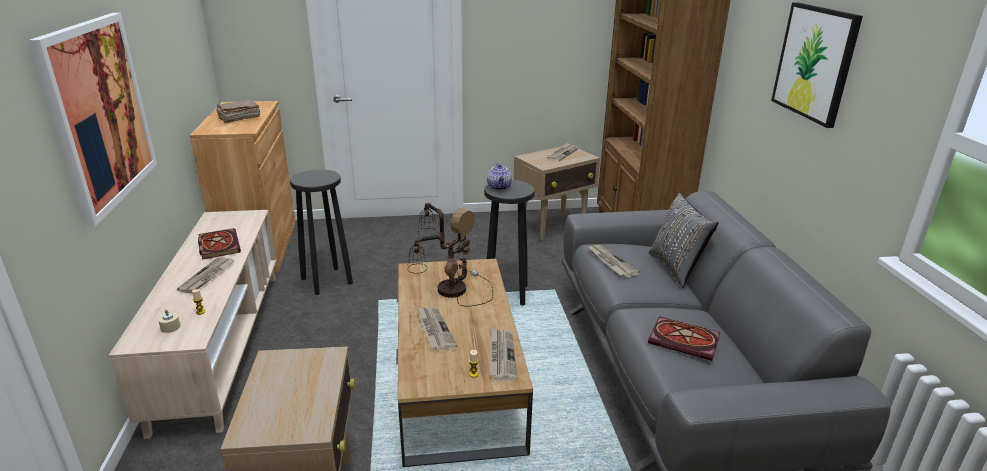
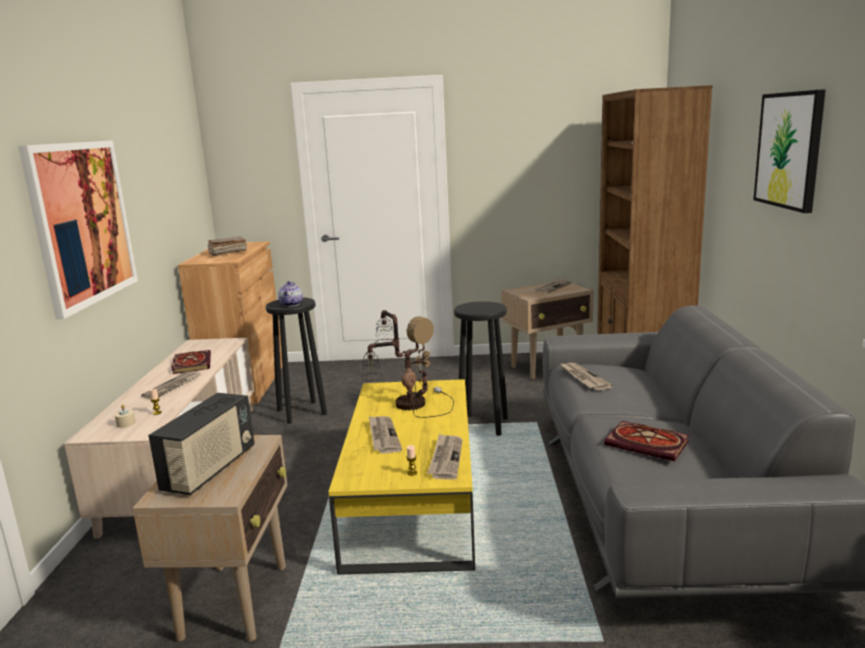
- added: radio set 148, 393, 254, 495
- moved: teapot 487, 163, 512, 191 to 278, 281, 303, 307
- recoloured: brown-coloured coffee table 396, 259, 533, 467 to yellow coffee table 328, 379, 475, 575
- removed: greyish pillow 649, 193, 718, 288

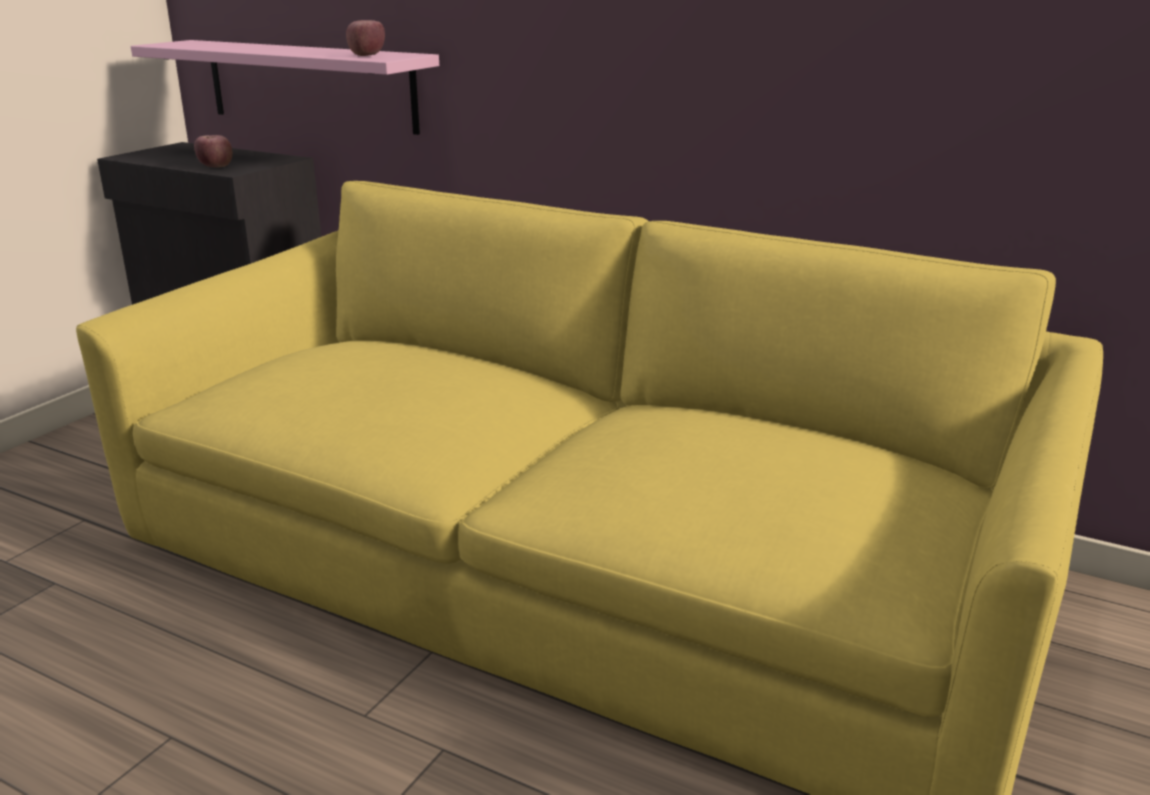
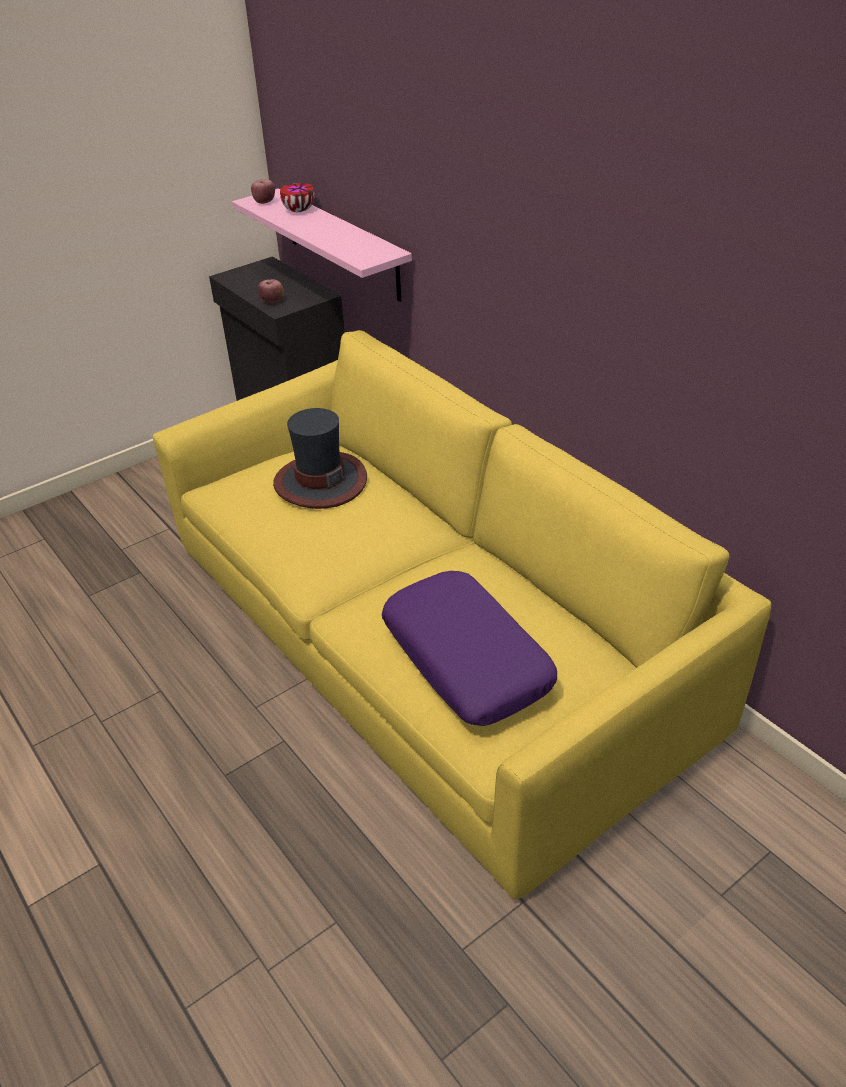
- moved: apple fruit 346, 20, 385, 56 to 251, 179, 275, 204
- added: hat 273, 408, 367, 509
- added: serving bowl 280, 183, 315, 212
- added: purple-coloured pillow 382, 571, 557, 726

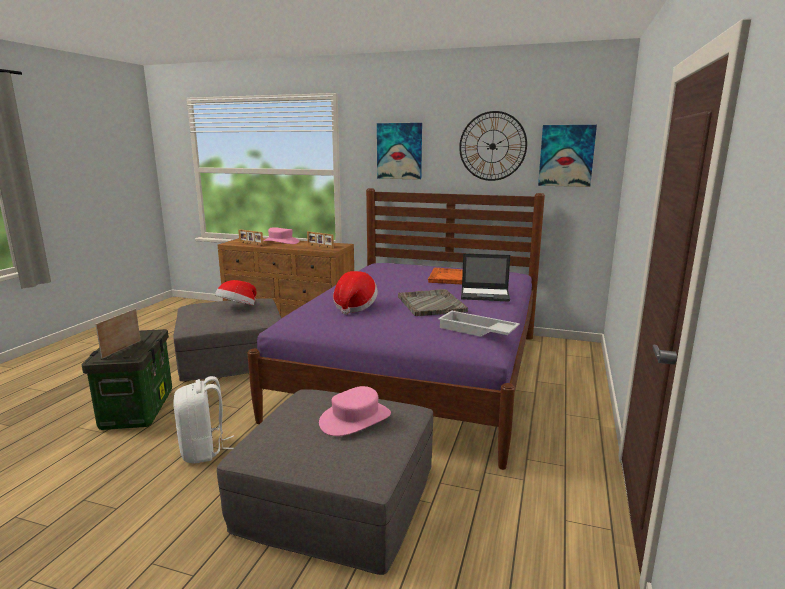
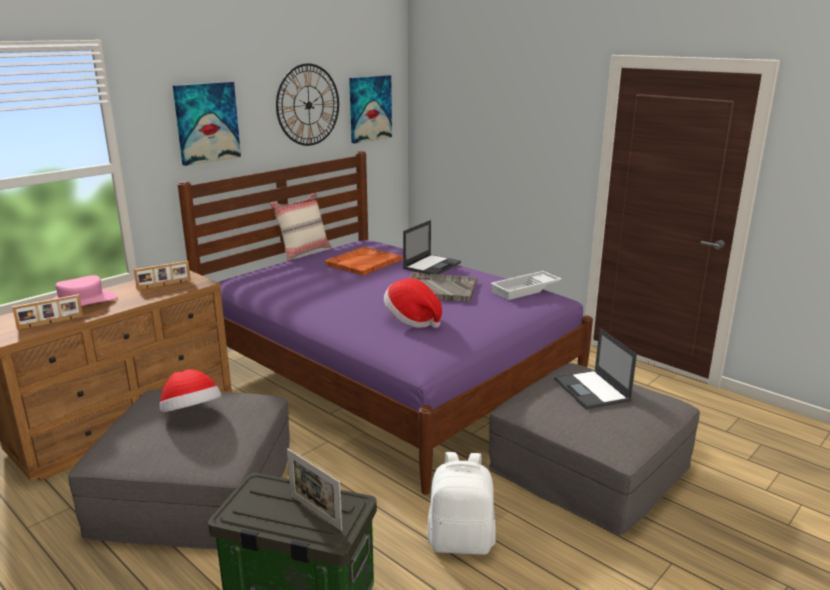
- added: beige-coloured pillow 270, 193, 332, 262
- replaced: pinkish hat 319, 386, 391, 436 to notebook computer 554, 328, 637, 409

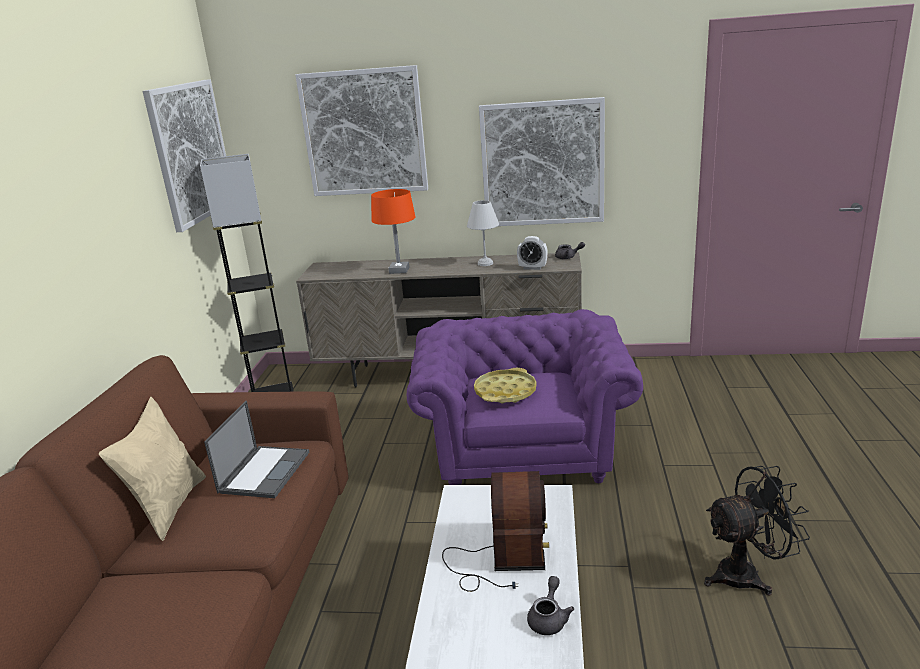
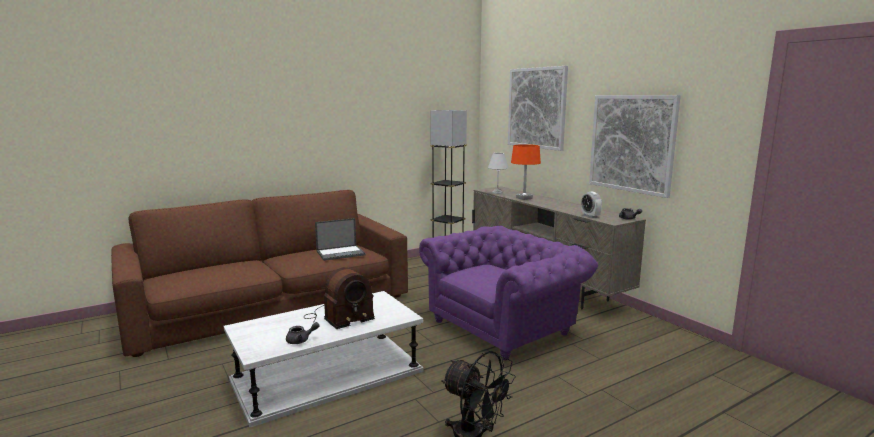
- moved: white table lamp 467, 200, 499, 266 to 488, 153, 508, 194
- removed: beige-coloured pillow 99, 397, 206, 541
- removed: wall art 142, 79, 226, 232
- removed: yellow carrying tray 474, 368, 537, 403

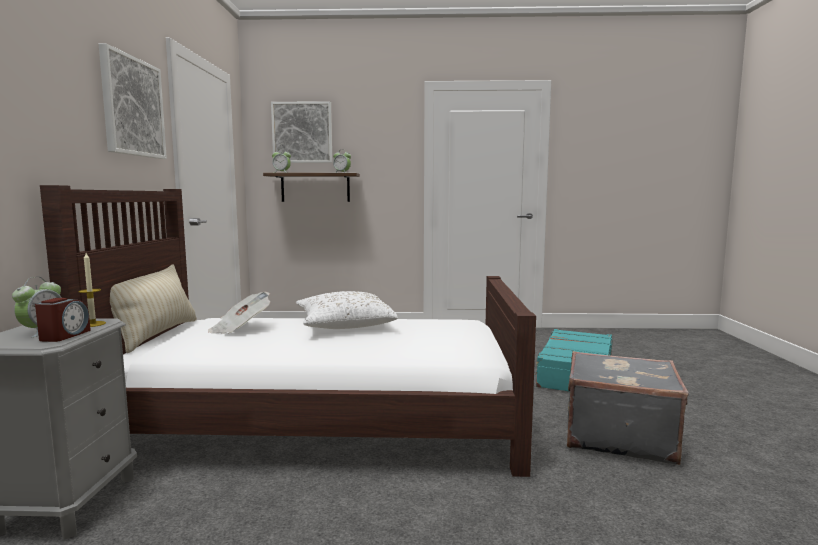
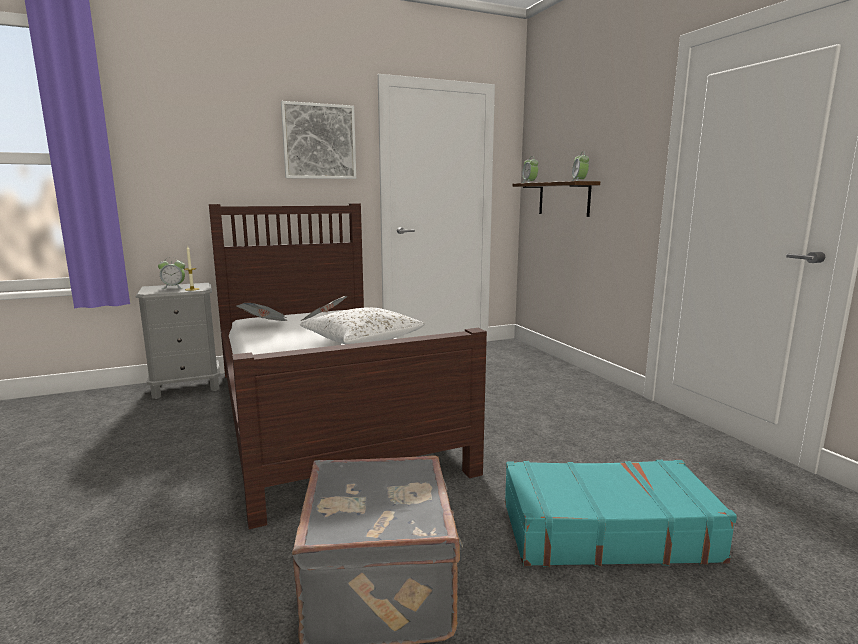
- added: daily paper 236, 303, 287, 321
- removed: bedside clock 35, 298, 91, 342
- removed: beige-coloured pillow 110, 265, 197, 353
- removed: wall art 271, 101, 332, 163

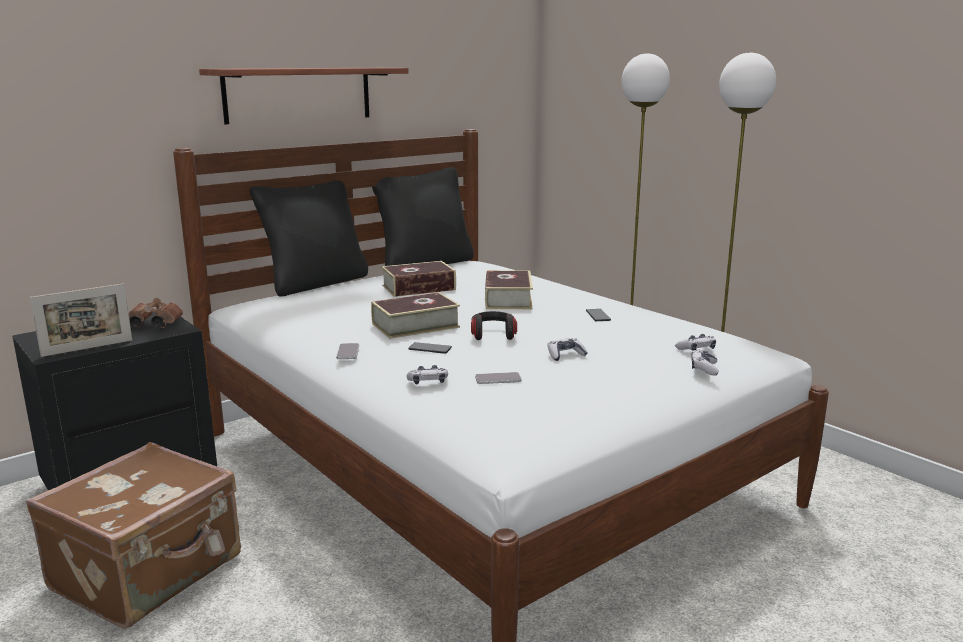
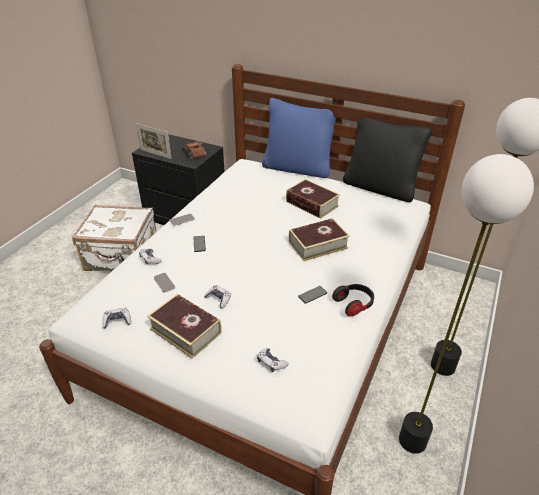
- recoloured: brown-coloured piece of luggage 26, 442, 241, 629 to white piece of luggage 72, 205, 157, 272
- moved: game controller 691, 350, 719, 375 to 102, 308, 131, 328
- moved: book 371, 292, 460, 339 to 147, 294, 222, 359
- recoloured: blackish pillow 249, 180, 368, 296 to bluish pillow 262, 98, 336, 178
- moved: headset 471, 311, 517, 340 to 332, 284, 374, 316
- removed: bracket shelf 199, 68, 409, 124

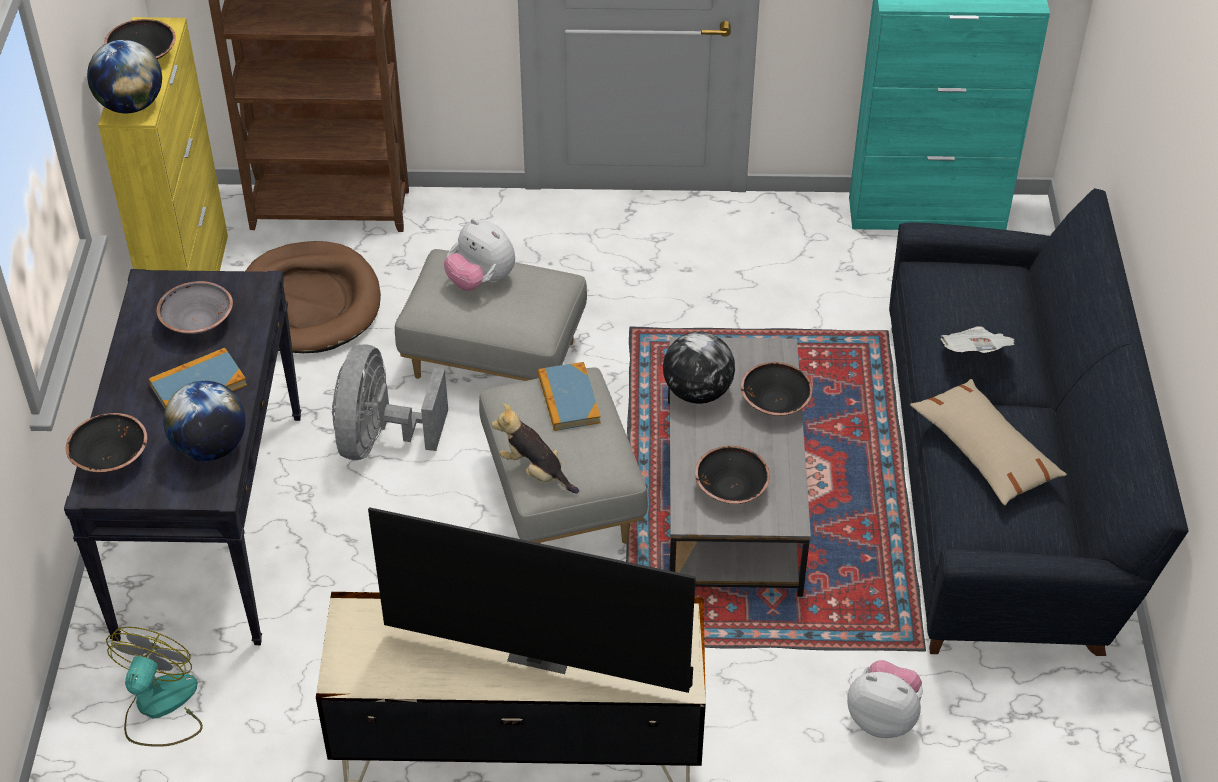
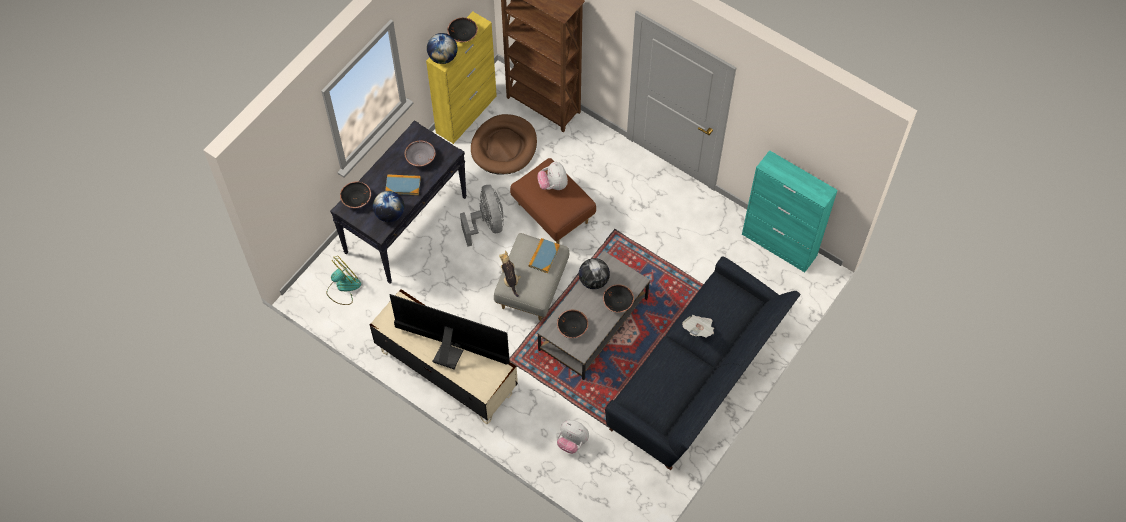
- turned: TV set 368, 507, 696, 693 = 390, 294, 510, 370 150 degrees clockwise
- turned: greyish cooling fan 332, 345, 448, 460 = 460, 185, 504, 247 120 degrees clockwise
- recoloured: greyish pouffe 395, 249, 587, 381 to brown-coloured pouffe 510, 158, 596, 244
- turned: plush toy 847, 660, 923, 738 = 557, 420, 589, 454 150 degrees clockwise
- removed: beige-coloured pillow 910, 379, 1067, 506

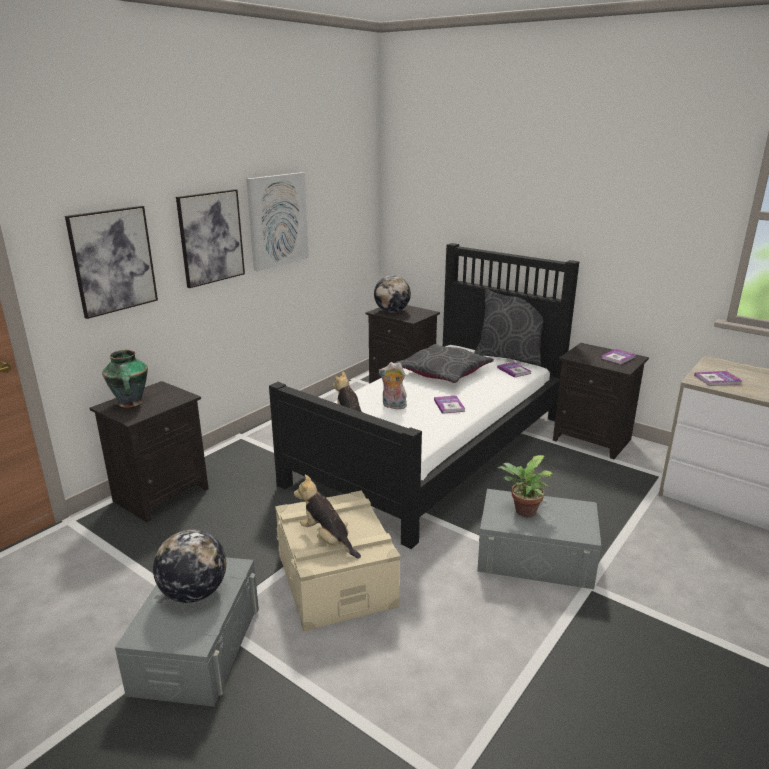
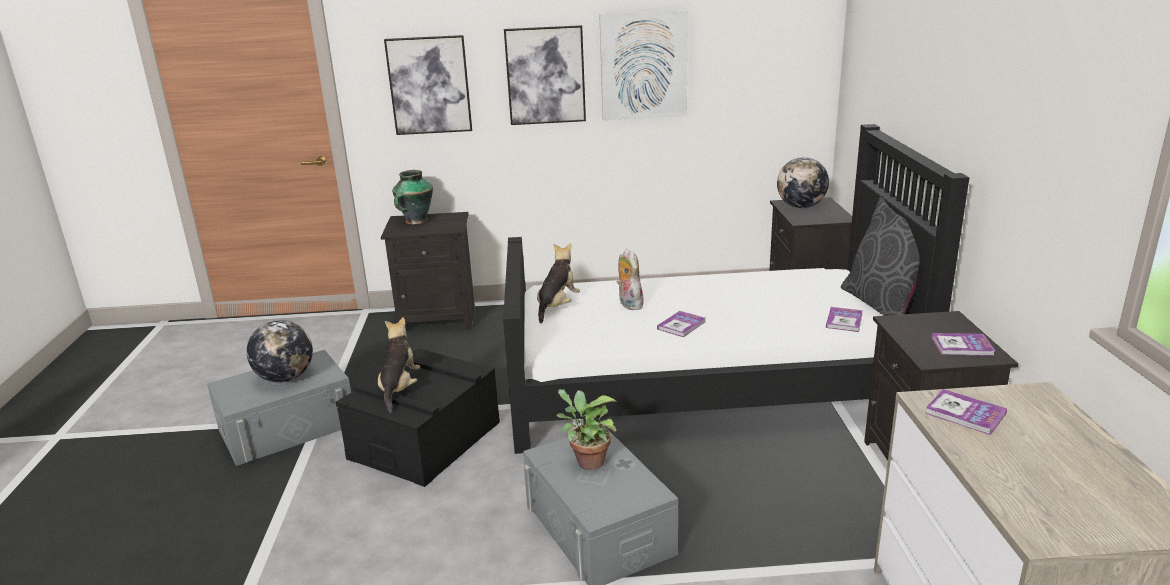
- recoloured: beige-coloured storage bin 275, 491, 401, 632 to blackish storage bin 336, 348, 500, 487
- removed: greyish pillow 395, 344, 494, 383

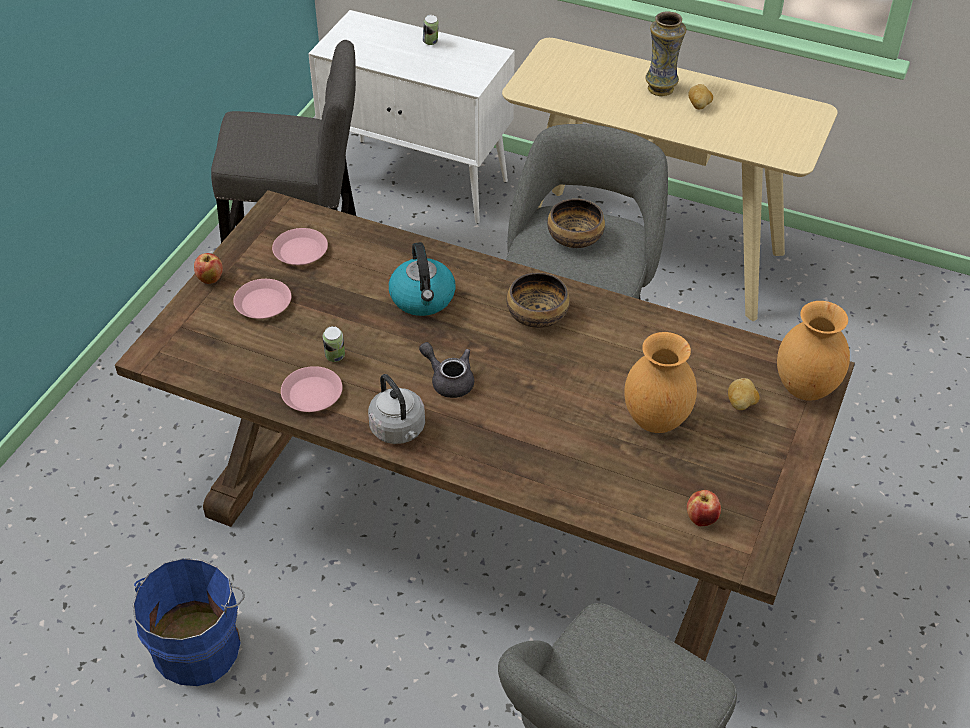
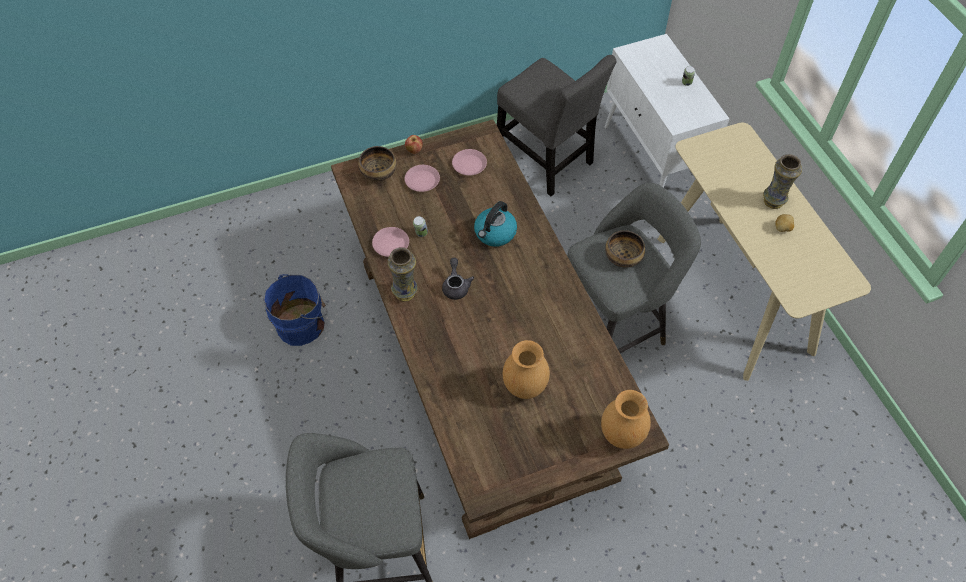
- moved: serving bowl 507, 273, 570, 328 to 358, 146, 397, 181
- replaced: greyish kettle 368, 374, 425, 444 to flower vase 387, 247, 418, 302
- removed: apple fruit 687, 490, 721, 526
- removed: potato 728, 378, 760, 410

